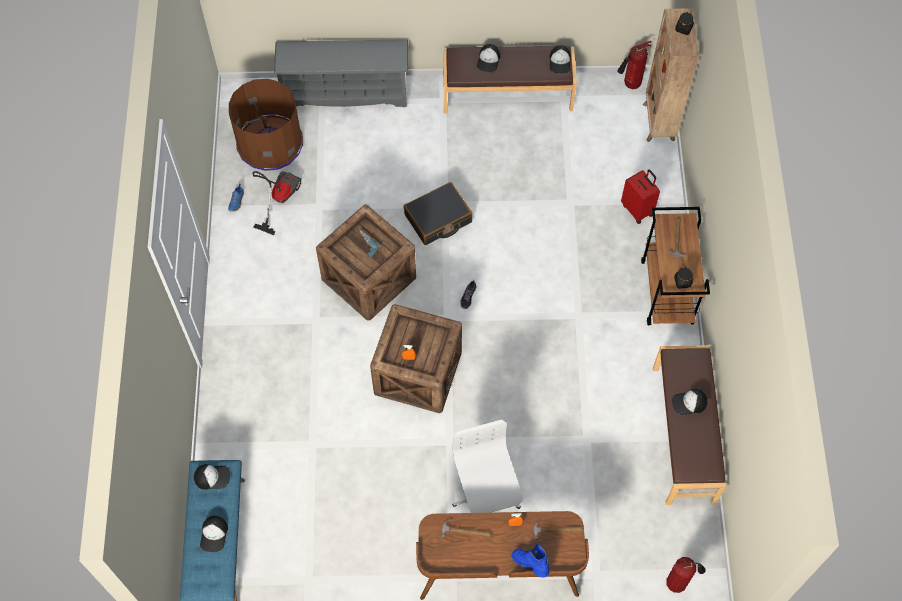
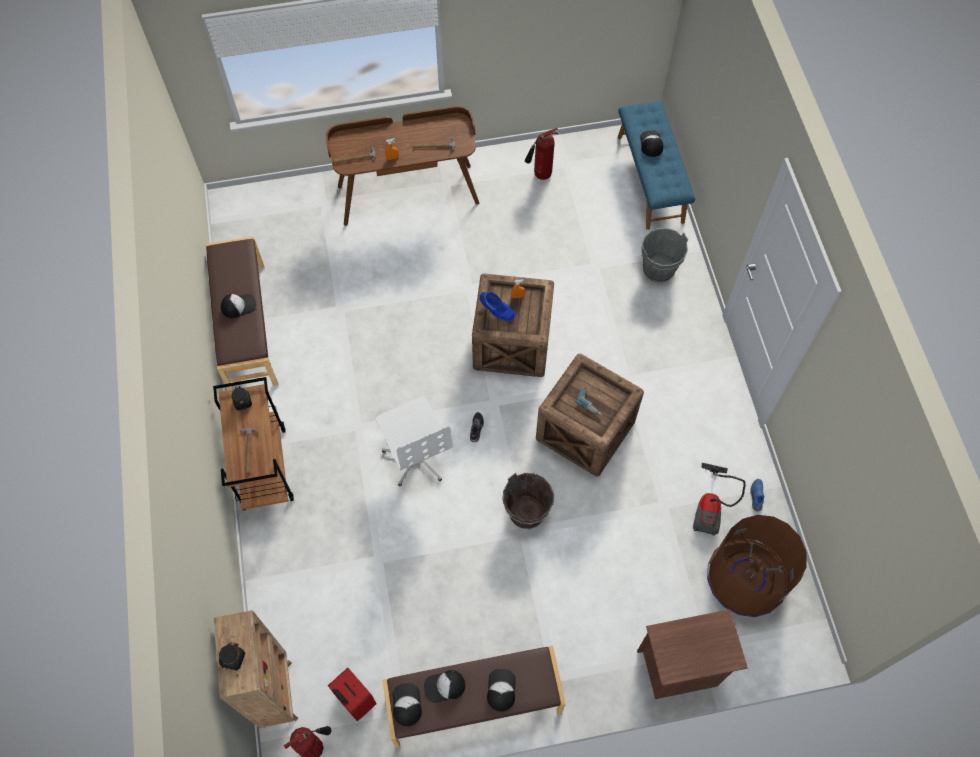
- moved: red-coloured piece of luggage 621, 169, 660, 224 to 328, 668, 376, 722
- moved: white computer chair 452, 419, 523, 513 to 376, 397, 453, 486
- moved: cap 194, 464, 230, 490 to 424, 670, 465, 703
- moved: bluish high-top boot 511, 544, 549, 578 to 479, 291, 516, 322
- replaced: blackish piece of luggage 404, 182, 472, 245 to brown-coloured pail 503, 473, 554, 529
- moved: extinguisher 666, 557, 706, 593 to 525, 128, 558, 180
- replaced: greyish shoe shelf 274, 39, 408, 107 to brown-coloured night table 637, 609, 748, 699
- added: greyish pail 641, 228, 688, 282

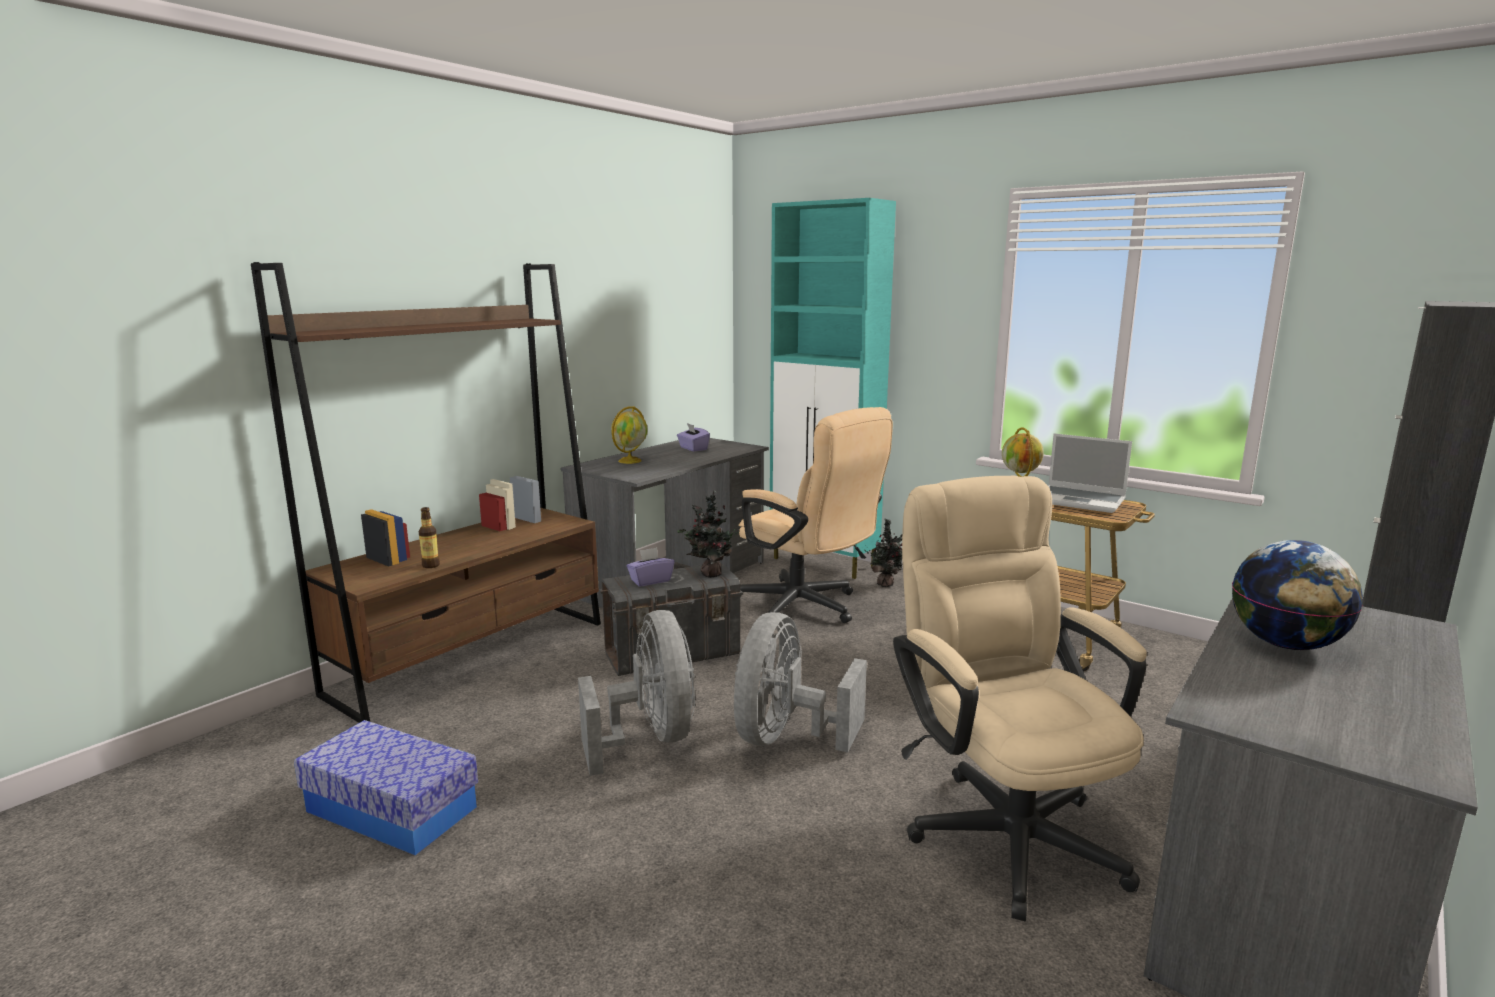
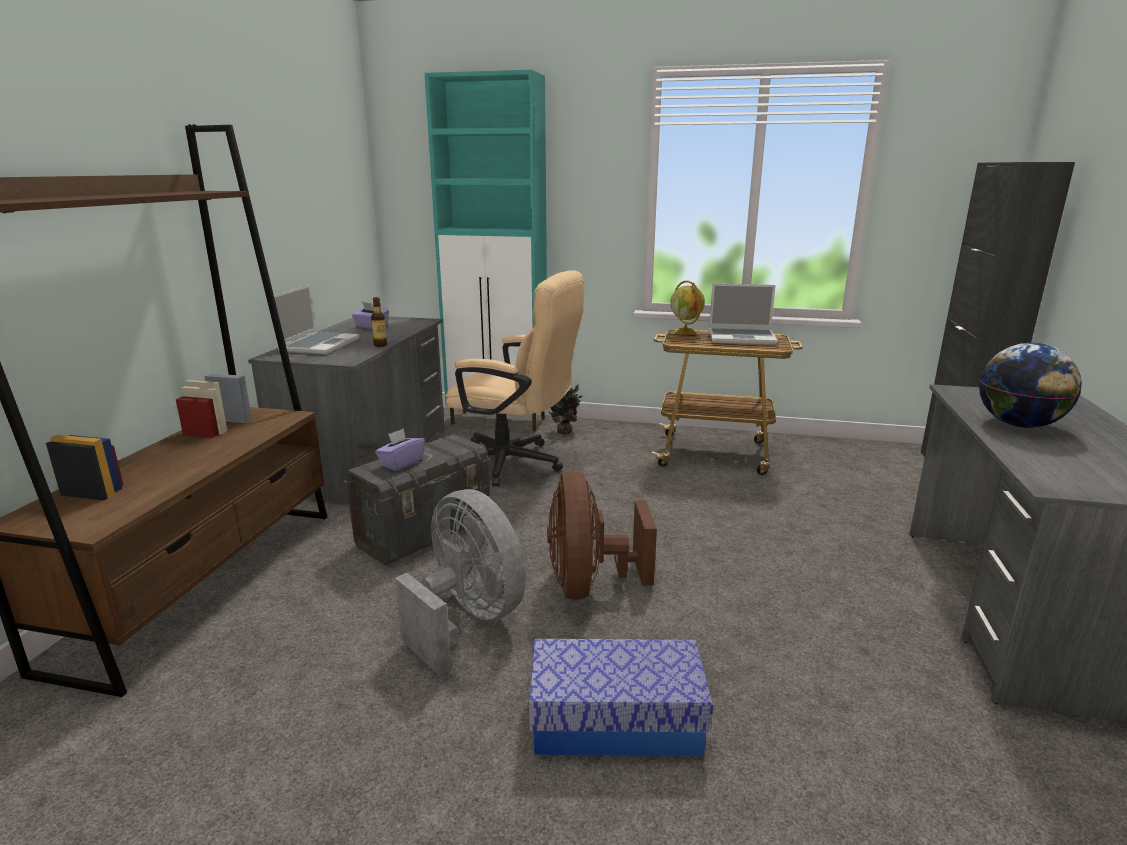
- replaced: desk globe 611, 406, 648, 464 to notebook computer 274, 285, 360, 355
- moved: drink bottle 419, 507, 440, 568 to 371, 297, 387, 347
- moved: storage bin 294, 720, 478, 855 to 529, 639, 713, 756
- recoloured: greyish cooling fan 734, 612, 867, 752 to brown-coloured cooling fan 547, 471, 657, 600
- removed: potted plant 677, 490, 740, 578
- removed: beige-coloured computer chair 893, 476, 1147, 922

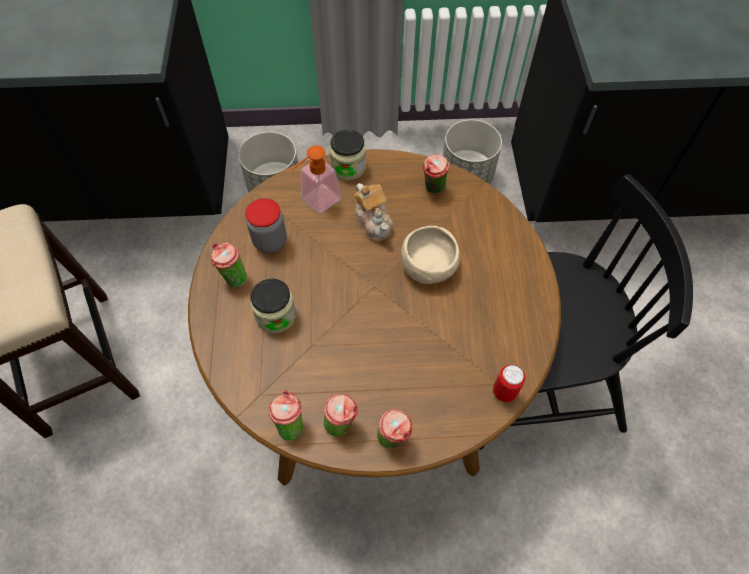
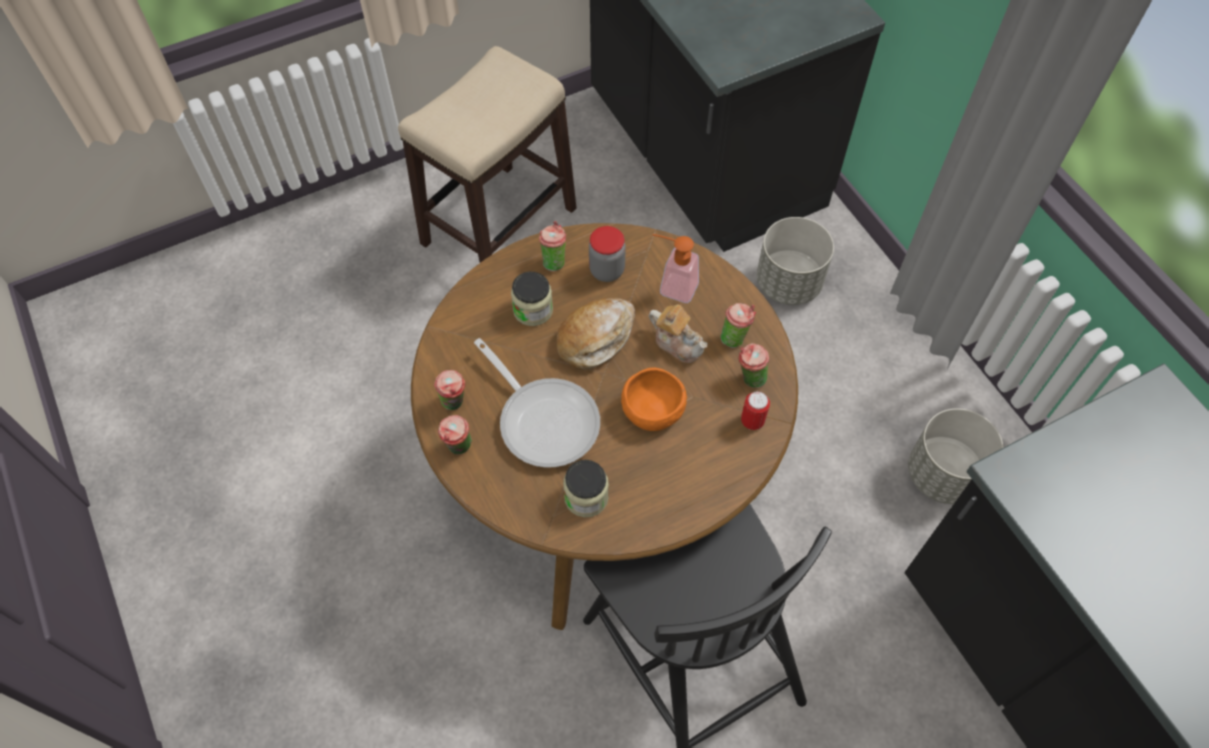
- added: pan 474, 338, 600, 468
- added: bread 557, 298, 635, 370
- moved: storage jar 329, 130, 366, 180 to 563, 460, 609, 517
- recoloured: beige-coloured serving bowl 401, 226, 460, 284 to orange serving bowl 621, 368, 687, 431
- turned: teapot 354, 183, 393, 242 = 649, 305, 708, 363 90 degrees counterclockwise
- moved: small cup 269, 390, 303, 441 to 720, 303, 756, 348
- moved: can 493, 364, 525, 402 to 741, 391, 770, 430

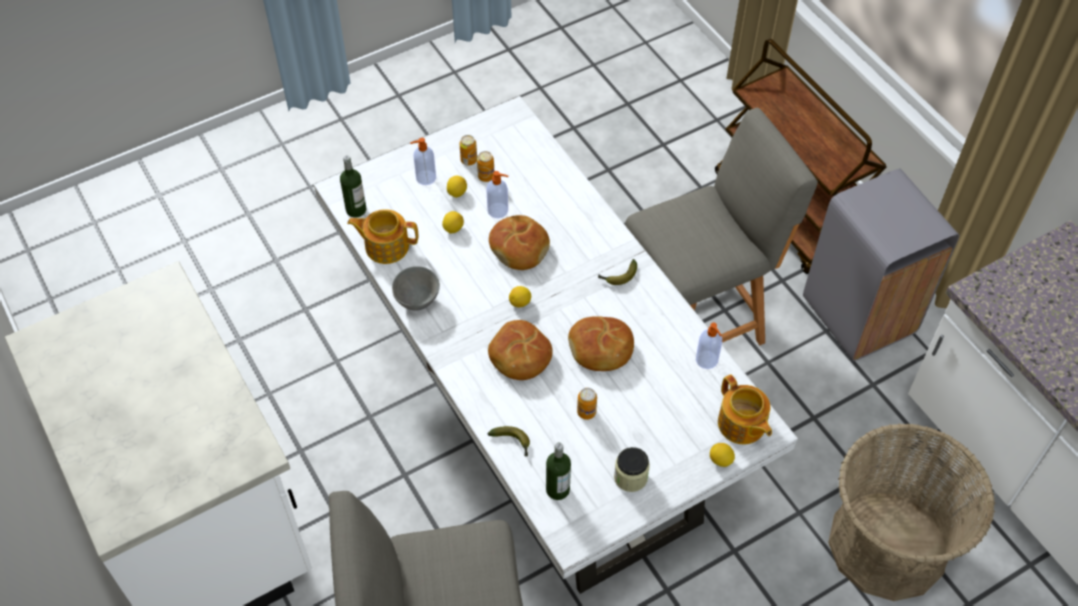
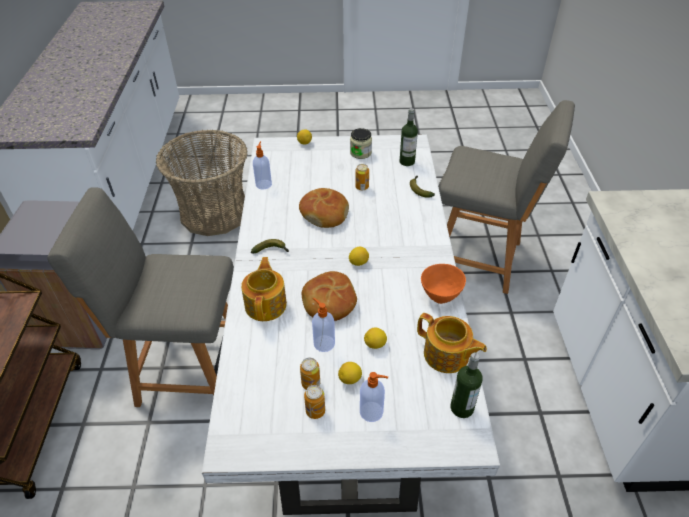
- moved: teapot 718, 374, 772, 444 to 241, 257, 287, 321
- recoloured: greyish serving bowl 392, 266, 440, 311 to orange serving bowl 421, 264, 466, 304
- removed: bread 488, 320, 553, 380

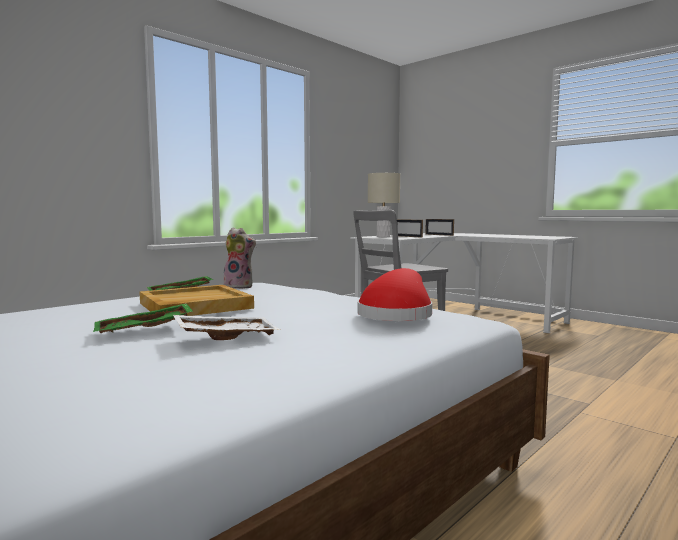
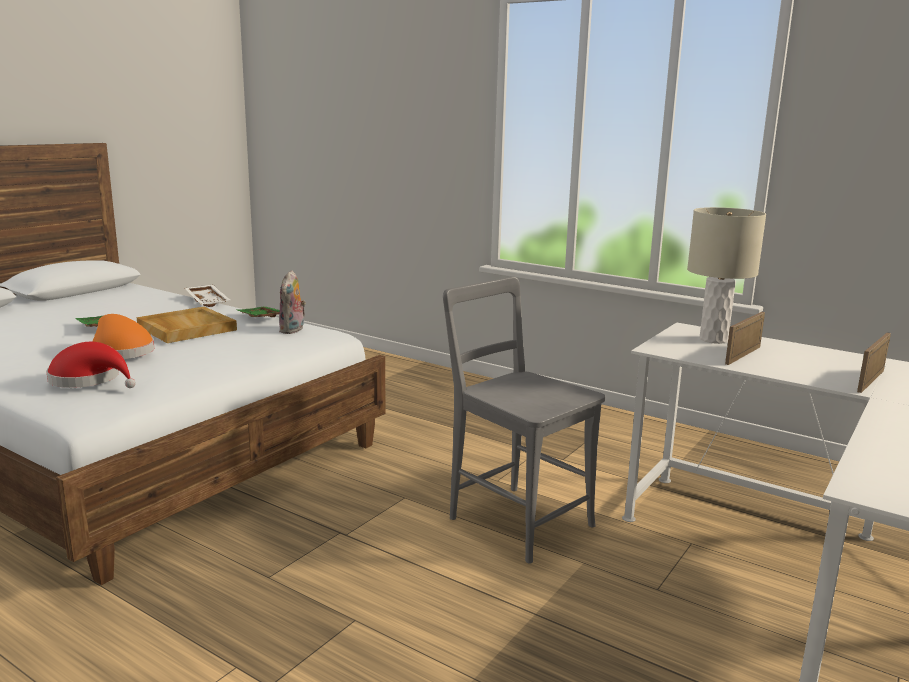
- added: orange hat 92, 314, 155, 359
- moved: white carrying tray 173, 315, 281, 340 to 185, 284, 230, 307

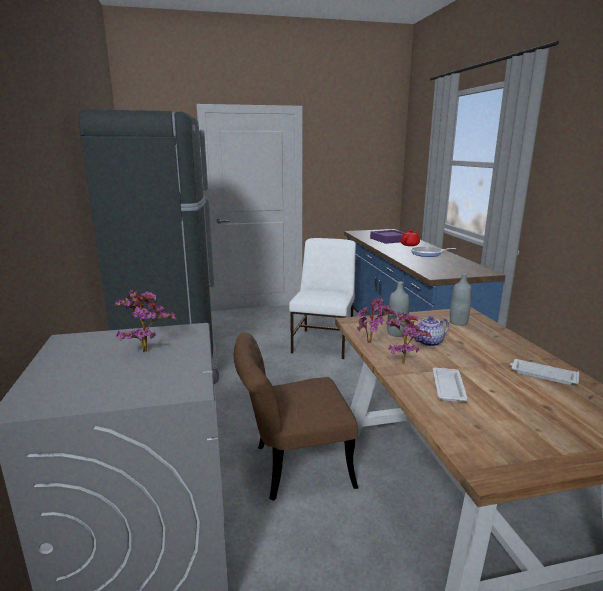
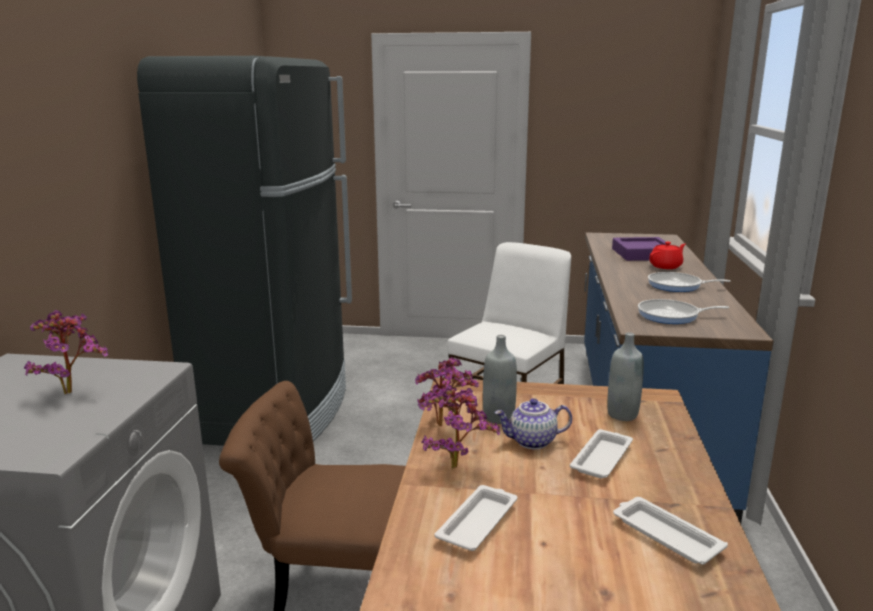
- added: white carrying tray 570, 429, 633, 478
- added: pan 638, 299, 729, 324

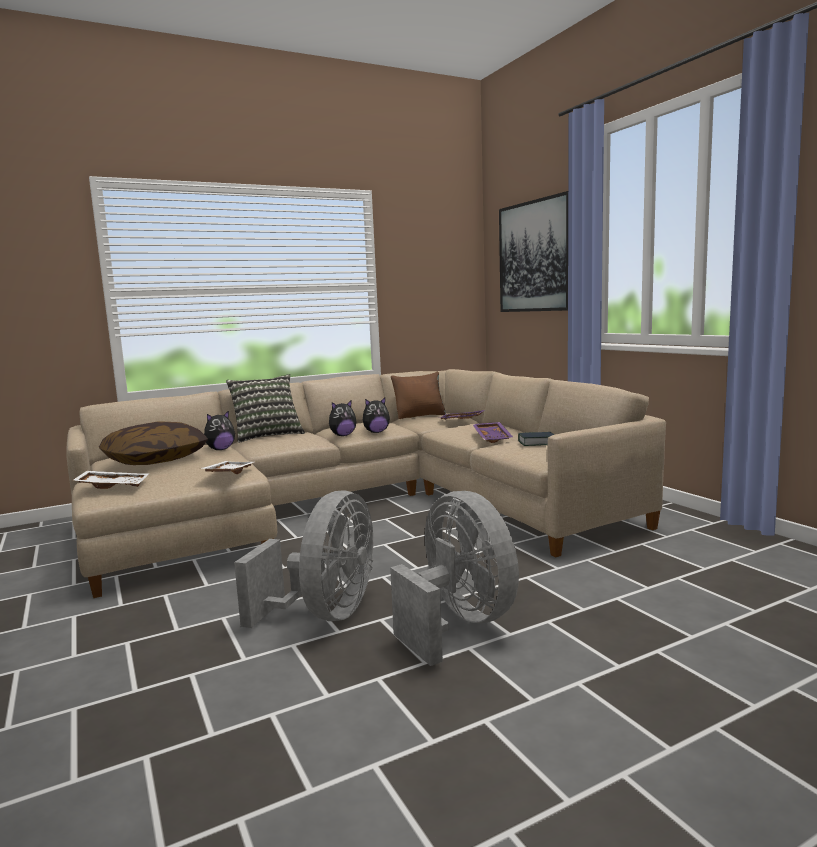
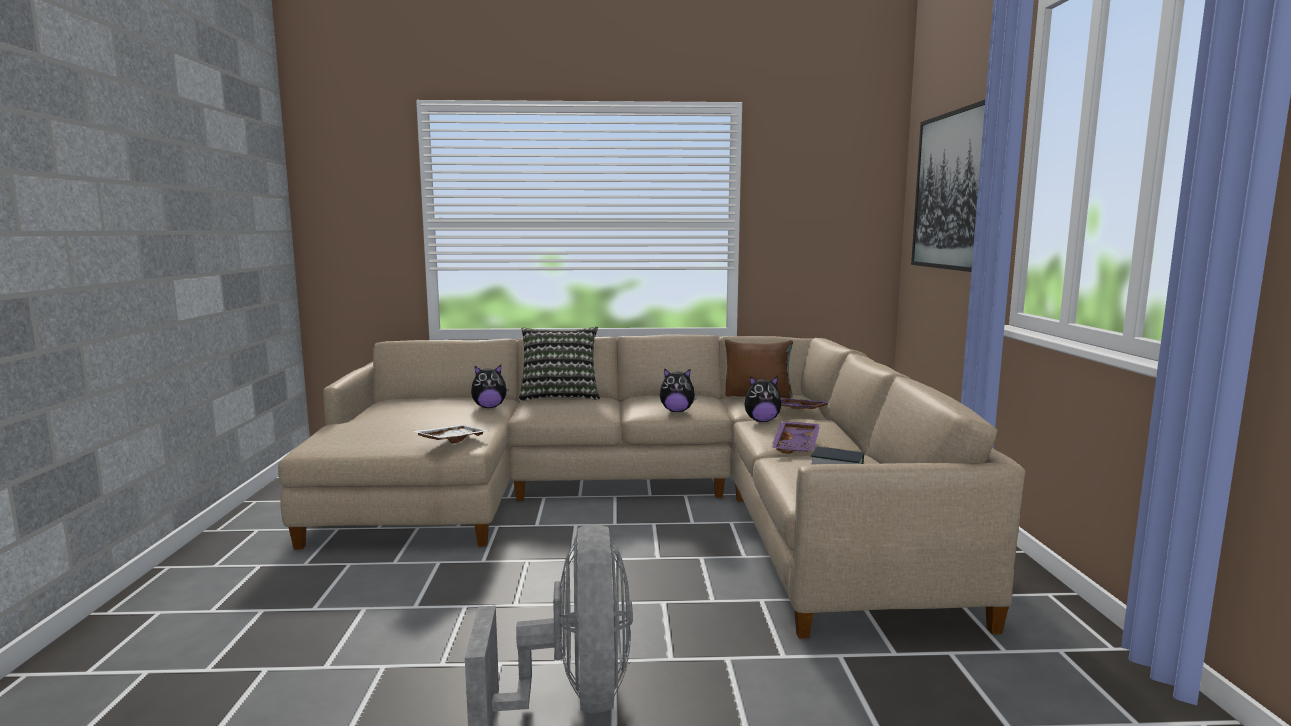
- moved: plush toy 329, 400, 357, 436 to 744, 376, 782, 422
- removed: white carrying tray 72, 471, 149, 489
- removed: pillow 99, 421, 208, 465
- removed: greyish cooling fan 234, 490, 373, 628

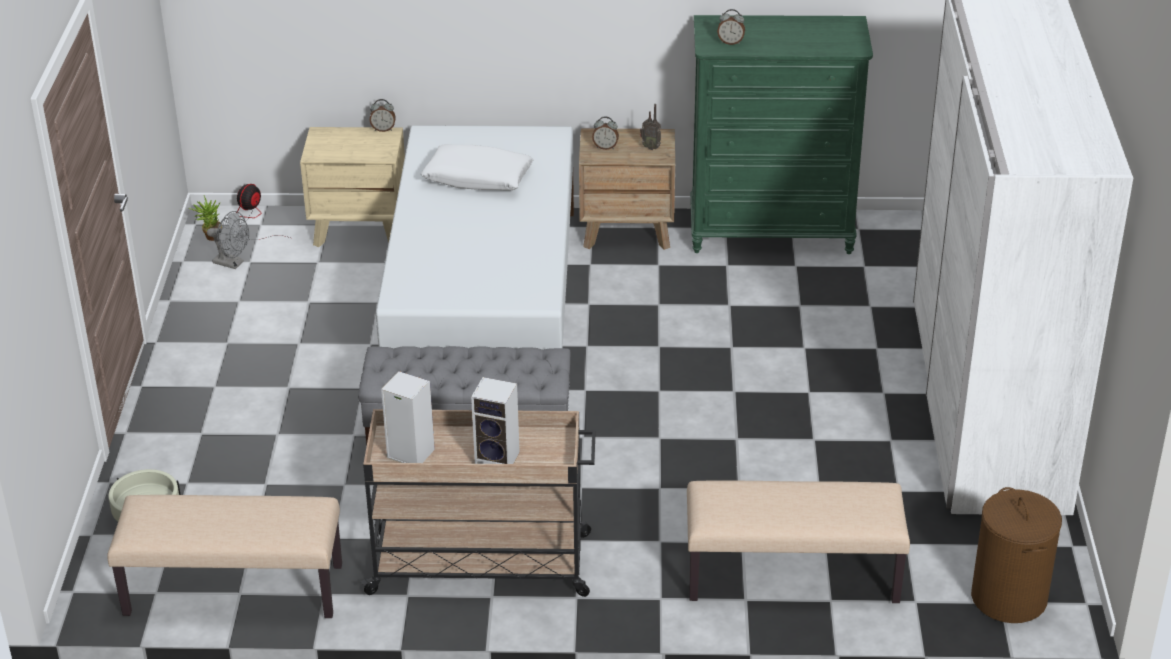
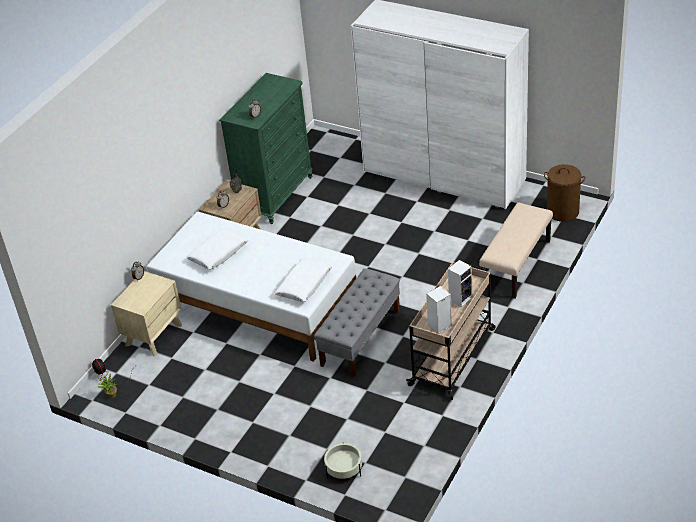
- added: white pillow 275, 258, 332, 302
- removed: beige-coloured indoor bench 107, 495, 342, 618
- removed: greyish cooling fan 207, 211, 249, 269

